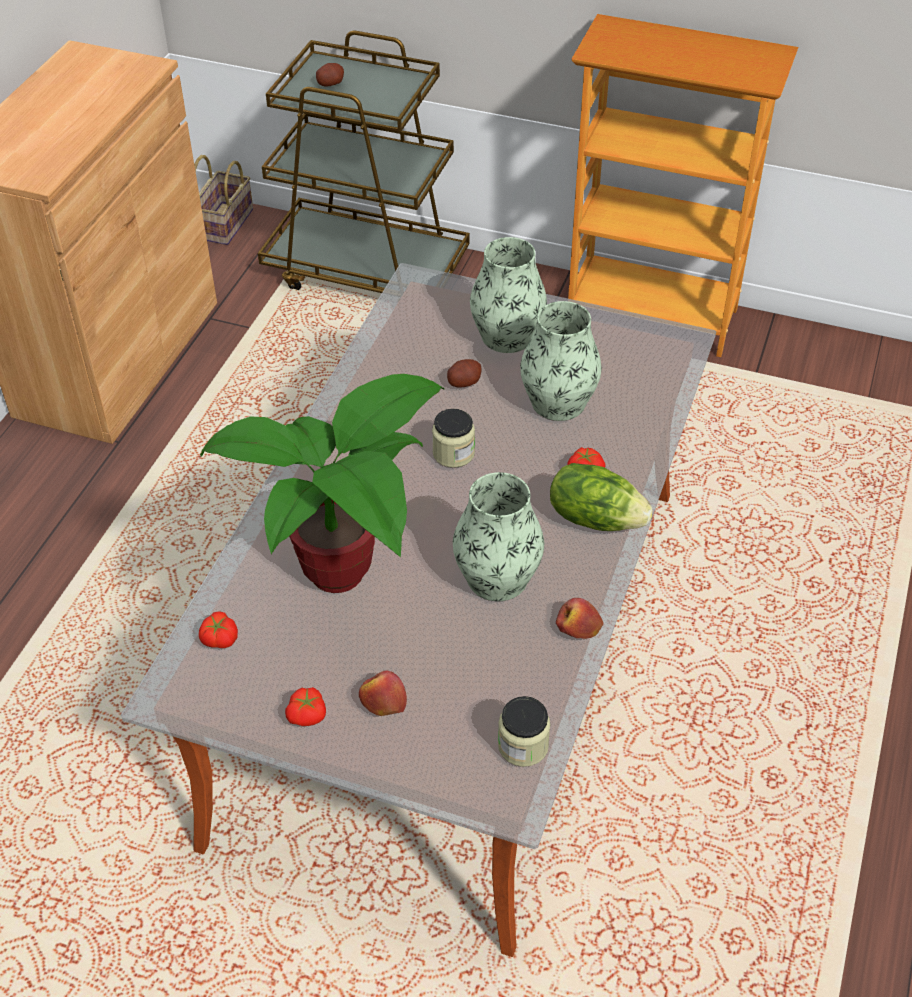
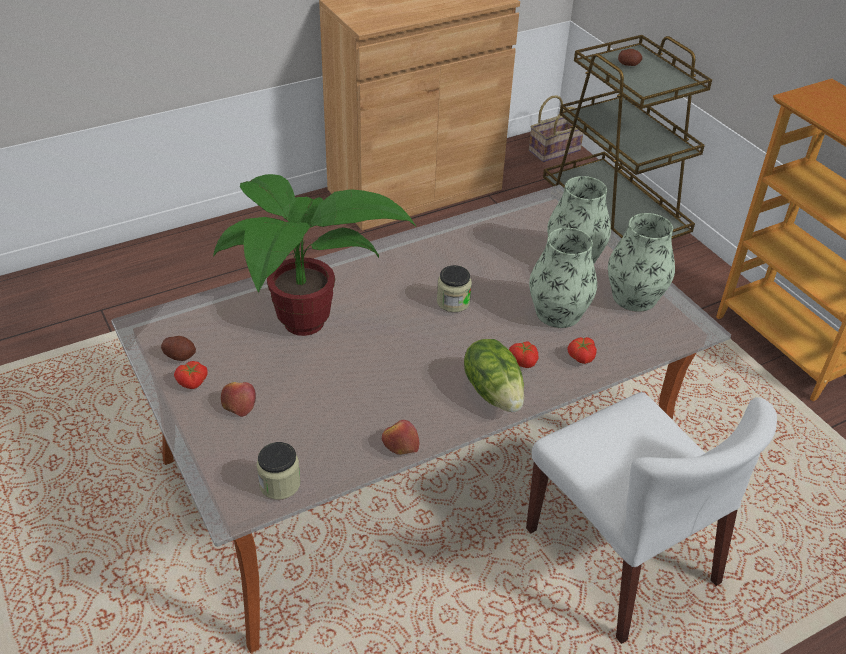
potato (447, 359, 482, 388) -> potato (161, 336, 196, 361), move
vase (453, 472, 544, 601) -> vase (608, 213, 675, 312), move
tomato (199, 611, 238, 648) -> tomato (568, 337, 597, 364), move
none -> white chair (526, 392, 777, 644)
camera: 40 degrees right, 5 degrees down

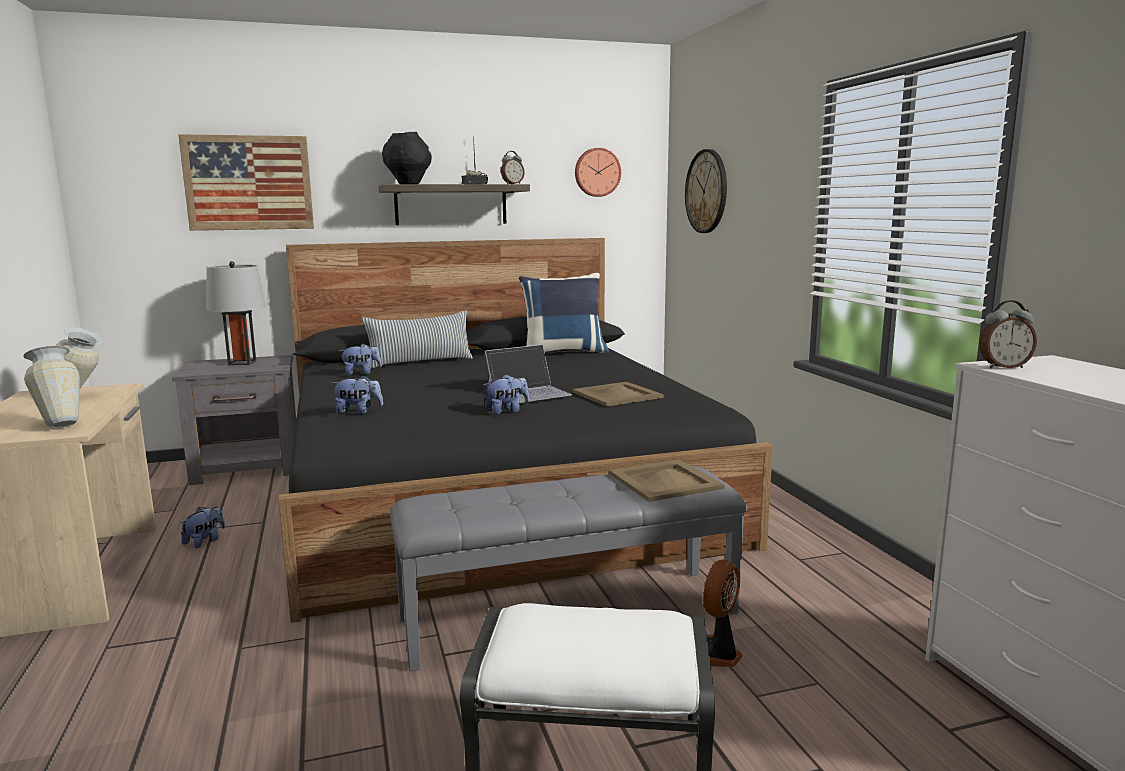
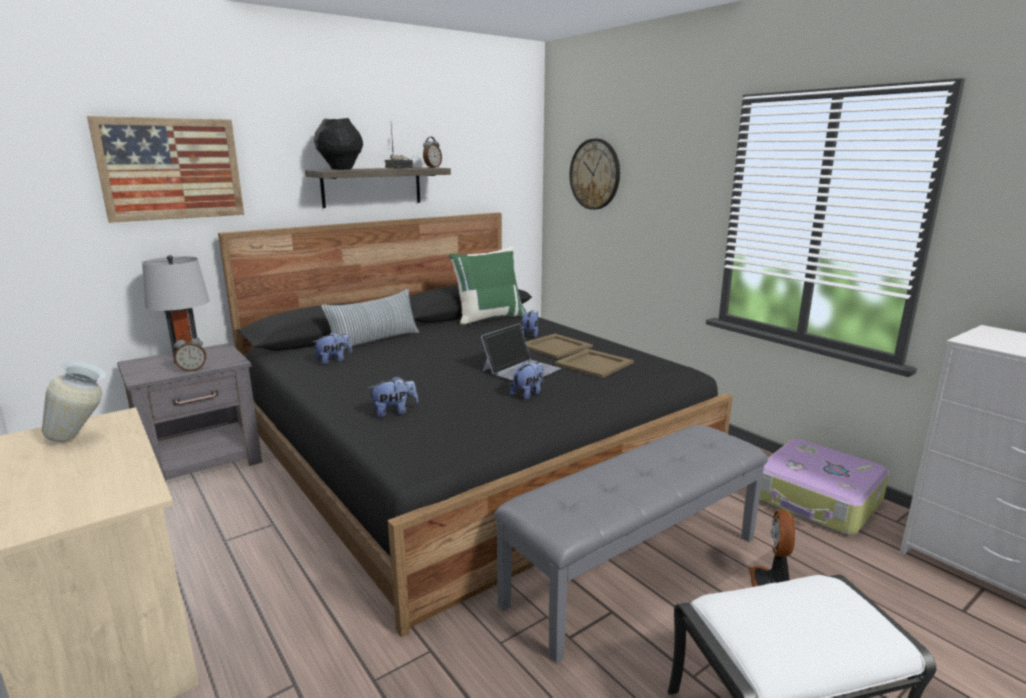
wall clock (575, 148, 621, 197) -> none
blue pillow (519, 273, 609, 353) -> green pillow (449, 247, 527, 326)
alarm clock (979, 300, 1037, 368) -> alarm clock (174, 334, 206, 372), move
vase (23, 346, 80, 428) -> none
beige tray (609, 459, 725, 502) -> beige tray (526, 334, 593, 359), move
plush toy (180, 507, 225, 548) -> plush toy (521, 310, 538, 338), move
none -> suitcase (759, 439, 889, 535)
camera: 20 degrees left, 5 degrees up

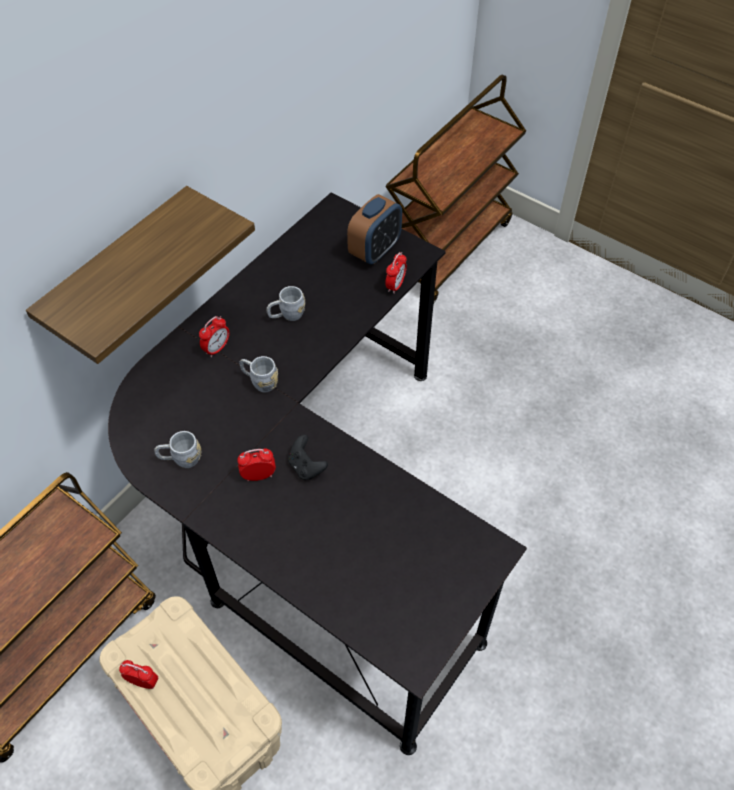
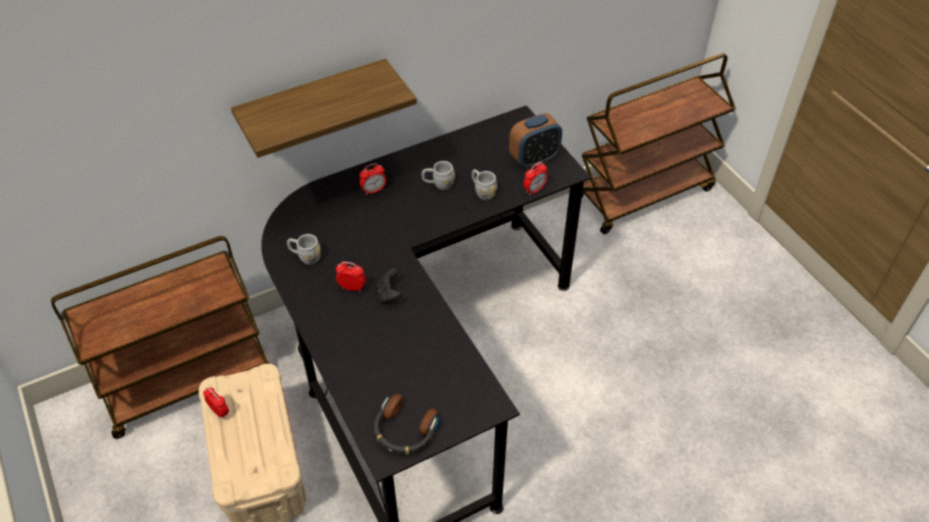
grey mug (239, 356, 278, 392) -> grey mug (472, 169, 497, 200), move
none -> headphones (374, 394, 440, 455)
camera: 25 degrees right, 5 degrees down

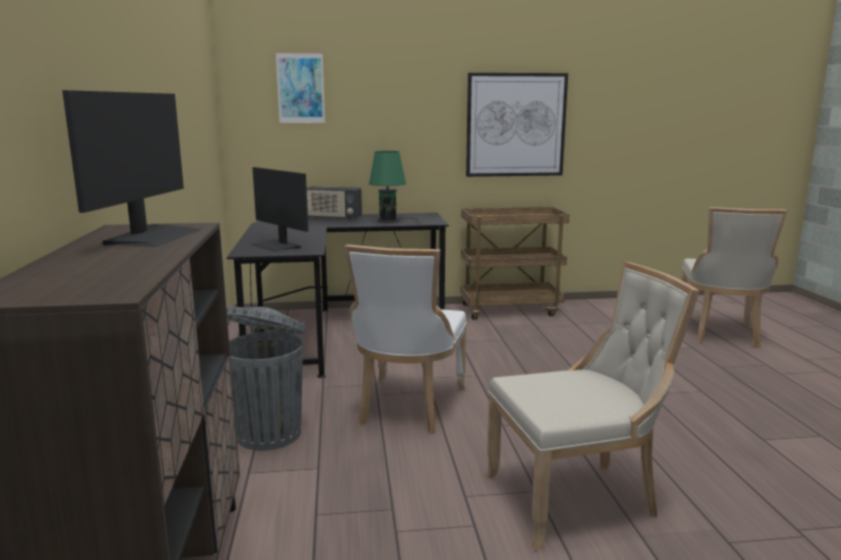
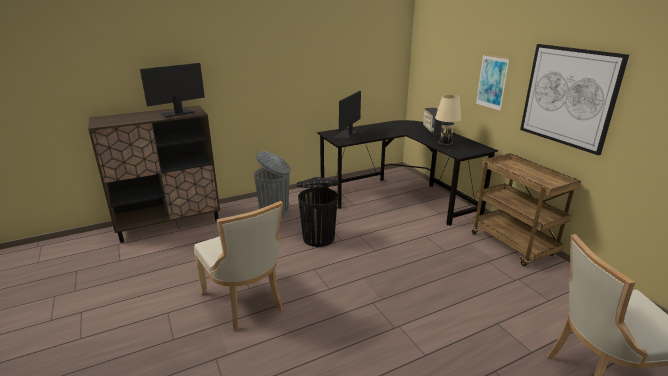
picture (276, 52, 325, 124) -> picture (476, 54, 510, 111), move
monitor (62, 90, 202, 247) -> monitor (140, 63, 205, 118), 150 degrees clockwise
green table lamp (369, 151, 418, 223) -> beige table lamp (435, 95, 463, 150)
white chair (345, 244, 467, 433) -> black trash can (297, 177, 339, 247)
camera: 70 degrees right, 10 degrees up

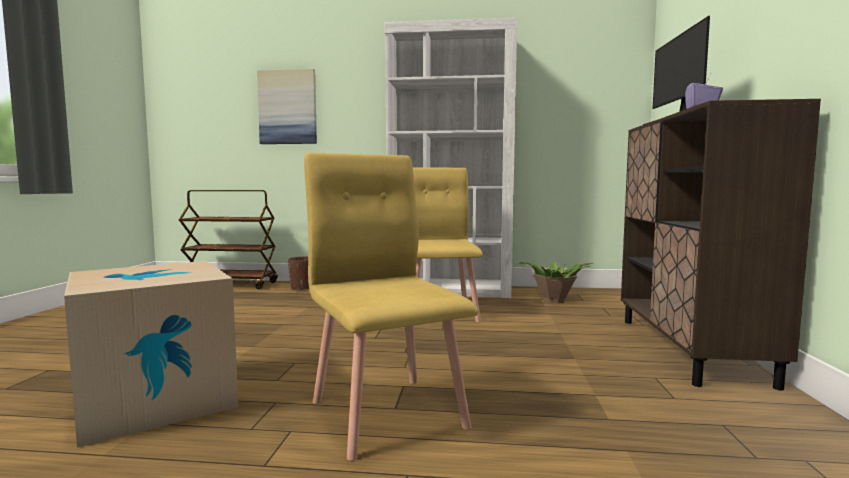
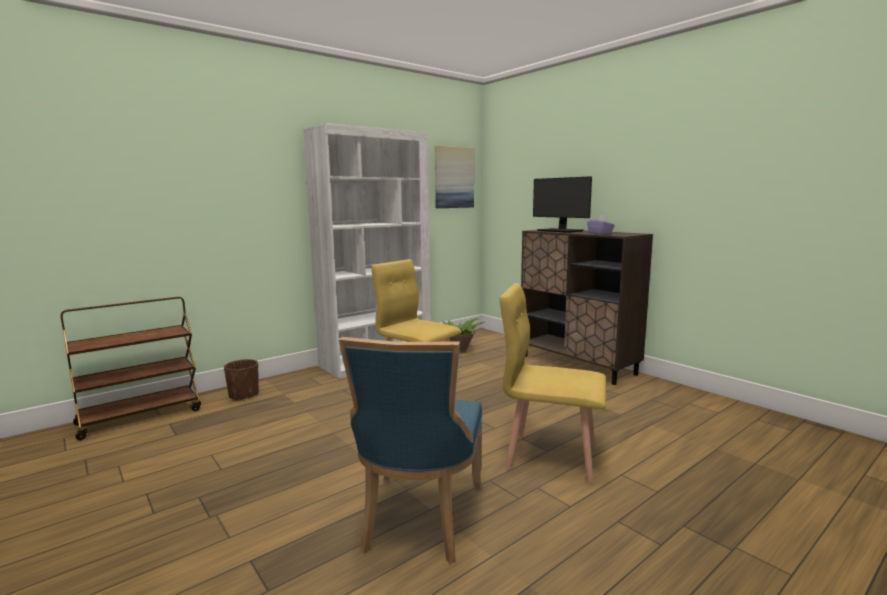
picture (257, 69, 317, 144) -> picture (435, 145, 474, 208), move
cardboard box (64, 261, 238, 448) -> blue chair (339, 337, 483, 564)
camera: 45 degrees left, 5 degrees up

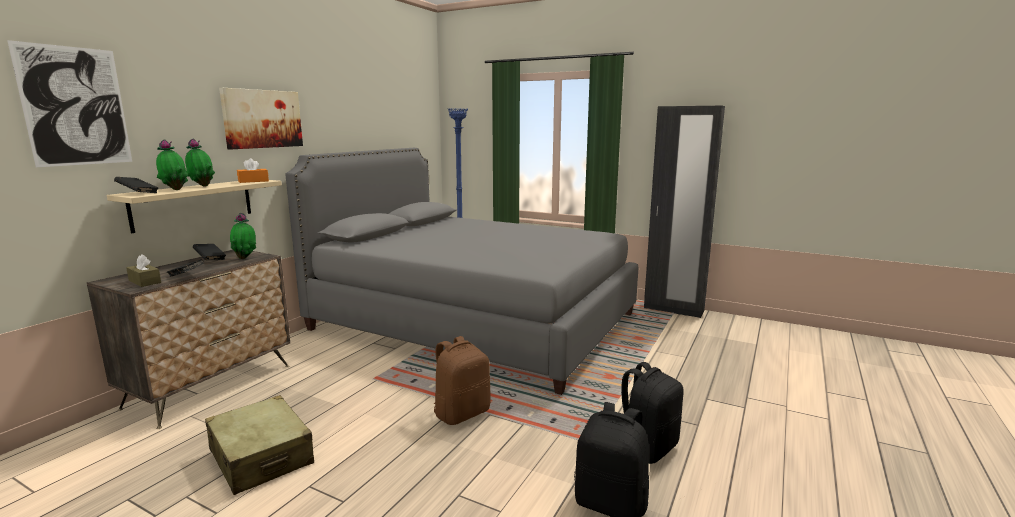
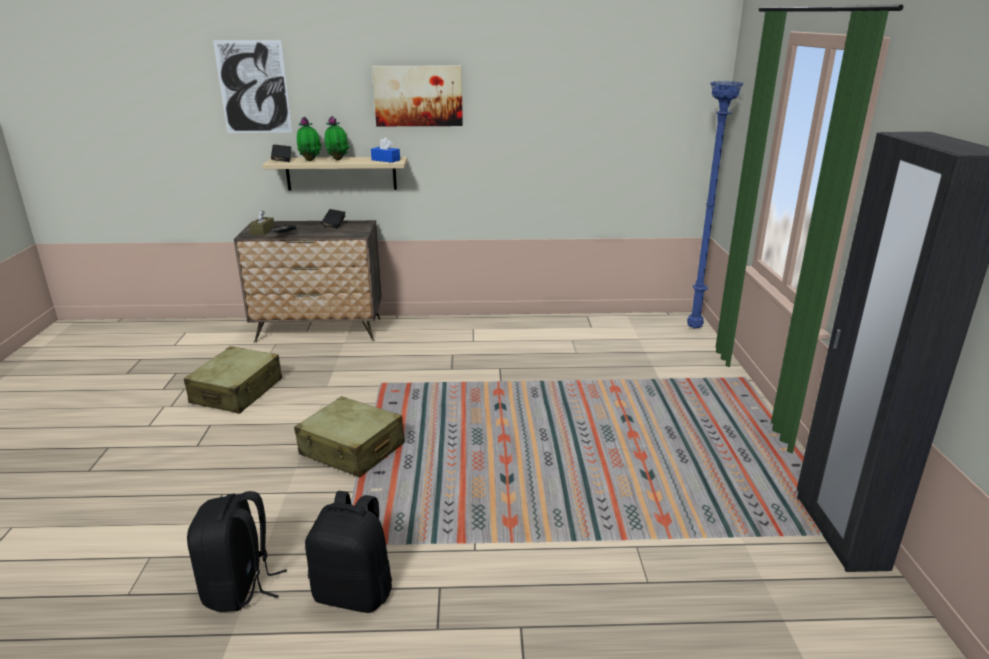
grey bed (285, 148, 639, 395) -> none
orange tissue box (237, 158, 269, 183) -> blue tissue box (371, 138, 400, 163)
potted plant (230, 213, 256, 259) -> none
brown backpack (433, 336, 491, 425) -> beige suitcase (294, 396, 405, 478)
camera: 60 degrees right, 10 degrees up

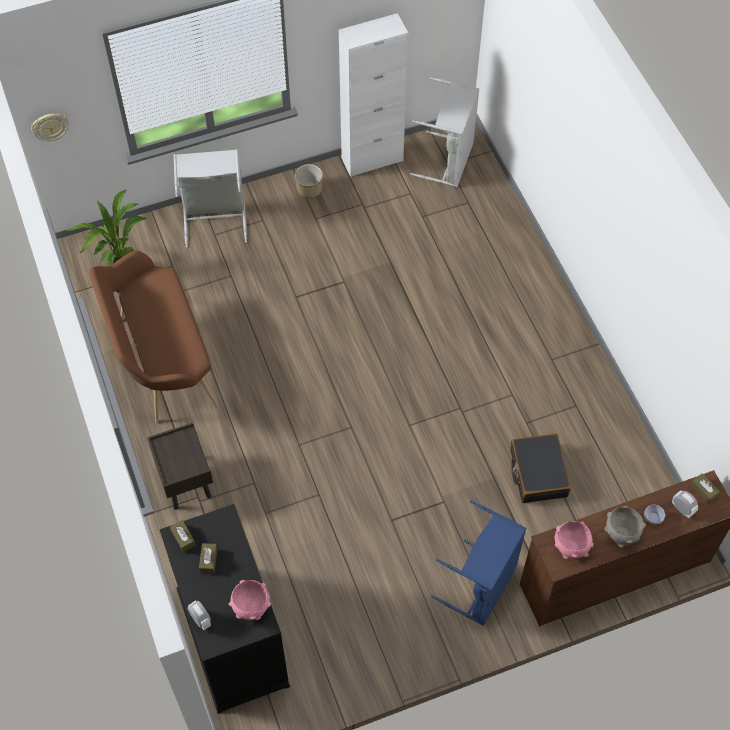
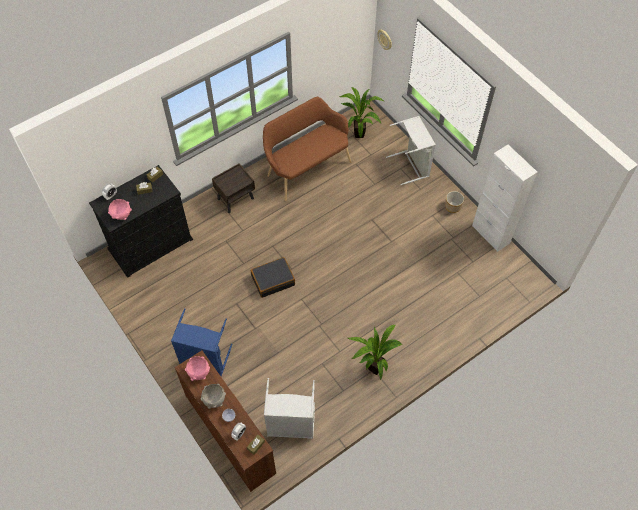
grey laundry basket (410, 77, 479, 187) -> grey laundry basket (264, 378, 315, 439), move
black suitcase (510, 434, 571, 503) -> black suitcase (251, 257, 295, 298), move
none -> potted plant (348, 325, 403, 381)
camera: 75 degrees right, 0 degrees up

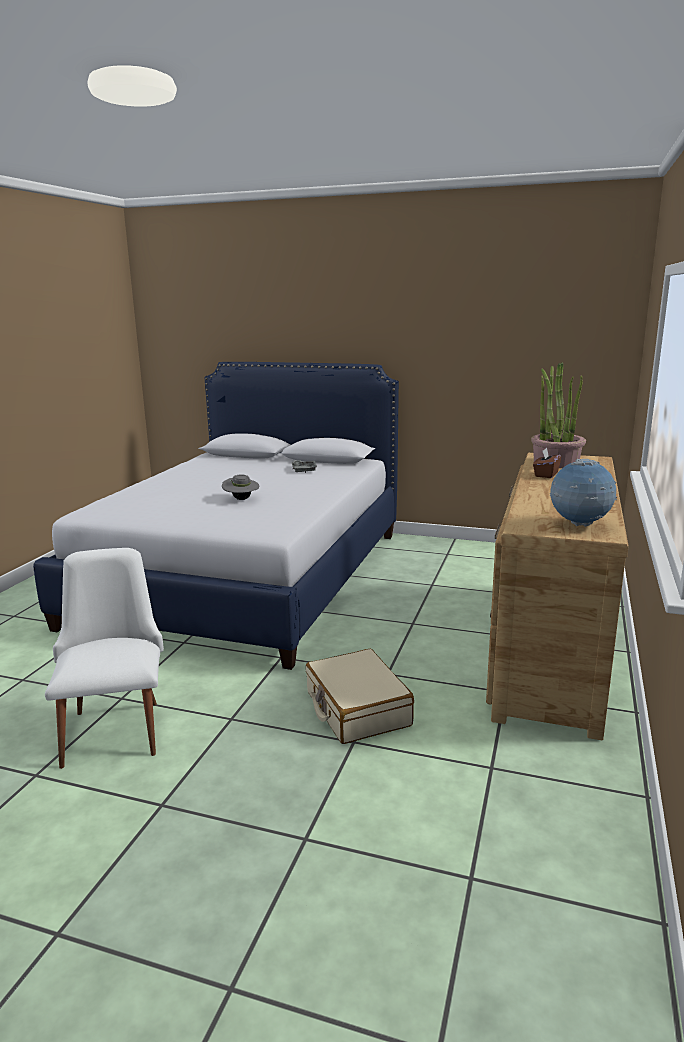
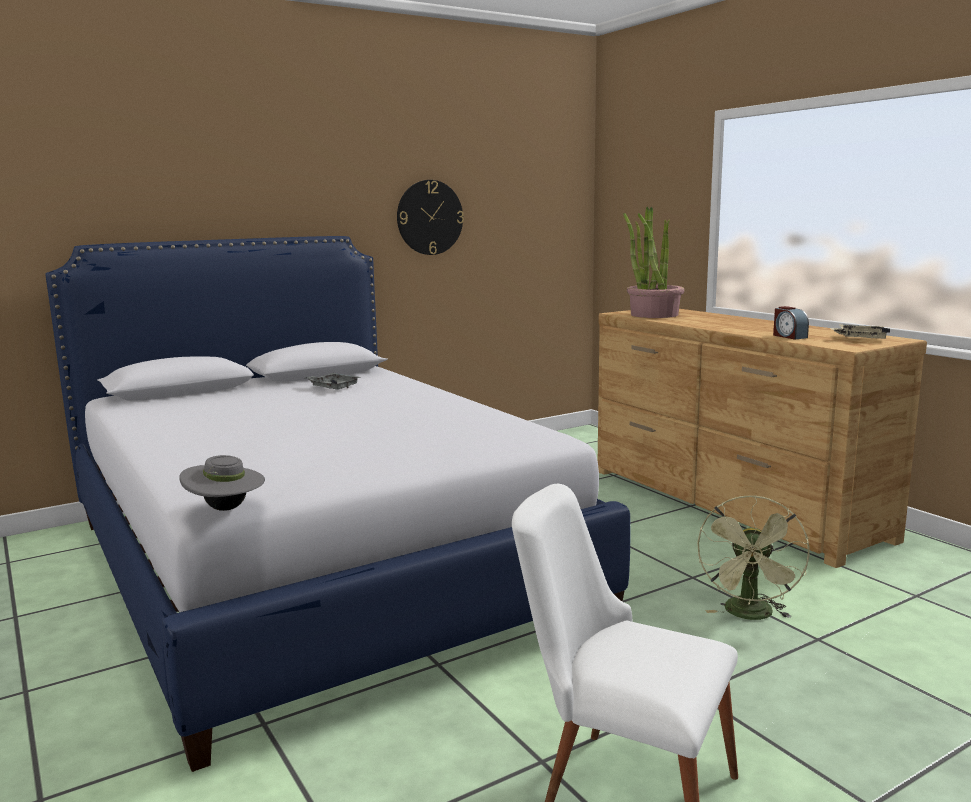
brown tissue box (533, 448, 561, 478) -> none
globe (550, 459, 617, 527) -> beige tray (830, 324, 890, 339)
grey hat (222, 474, 259, 500) -> grey hat (179, 455, 265, 511), move
beige suitcase (306, 649, 414, 744) -> green fan (697, 495, 809, 620)
none -> wall clock (397, 180, 464, 255)
none -> alarm clock (773, 306, 809, 339)
camera: 50 degrees left, 5 degrees down

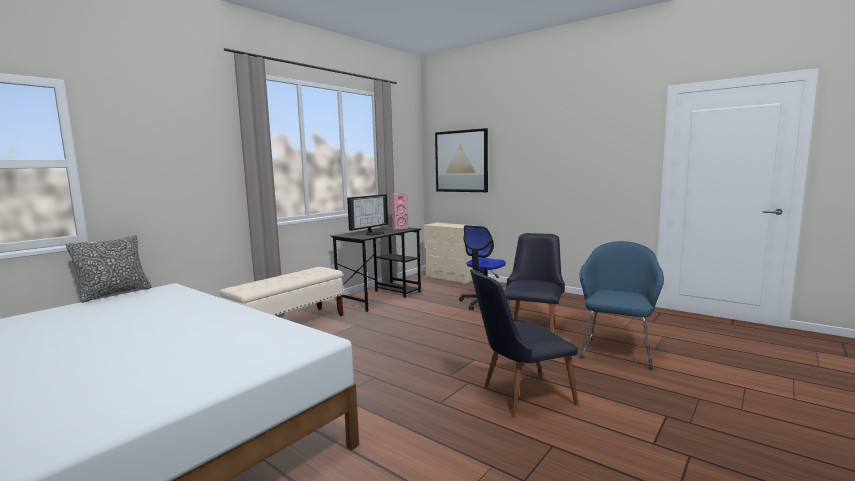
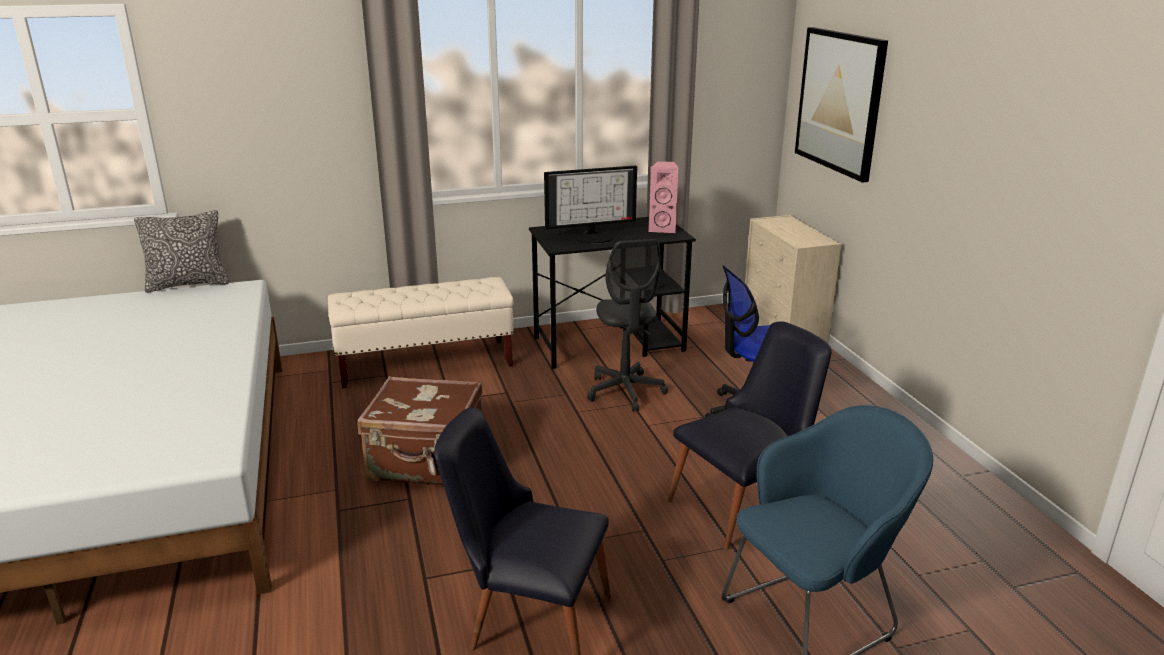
none -> grey office chair (587, 239, 668, 411)
none -> brown suitcase (357, 376, 482, 485)
camera: 35 degrees right, 15 degrees up

